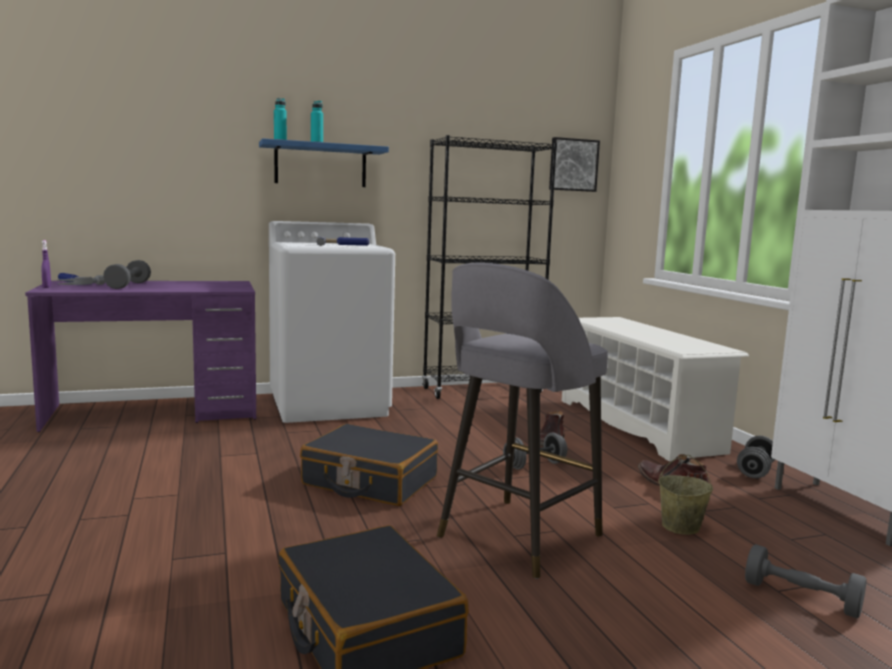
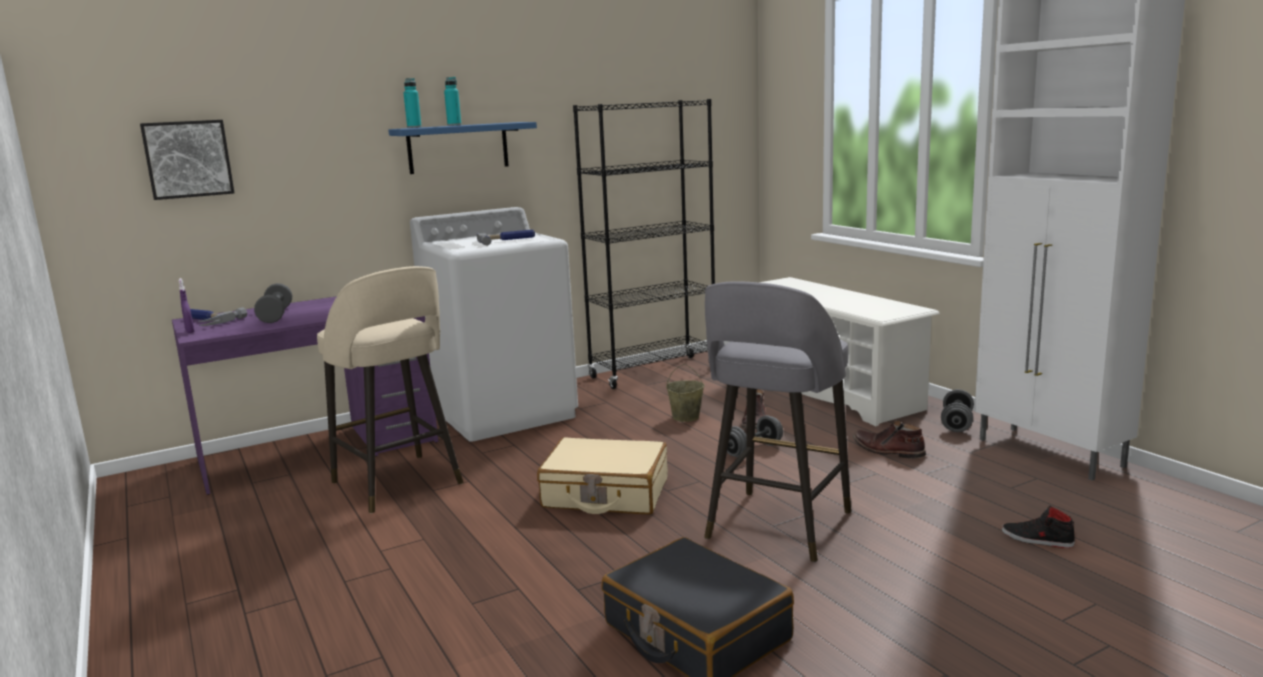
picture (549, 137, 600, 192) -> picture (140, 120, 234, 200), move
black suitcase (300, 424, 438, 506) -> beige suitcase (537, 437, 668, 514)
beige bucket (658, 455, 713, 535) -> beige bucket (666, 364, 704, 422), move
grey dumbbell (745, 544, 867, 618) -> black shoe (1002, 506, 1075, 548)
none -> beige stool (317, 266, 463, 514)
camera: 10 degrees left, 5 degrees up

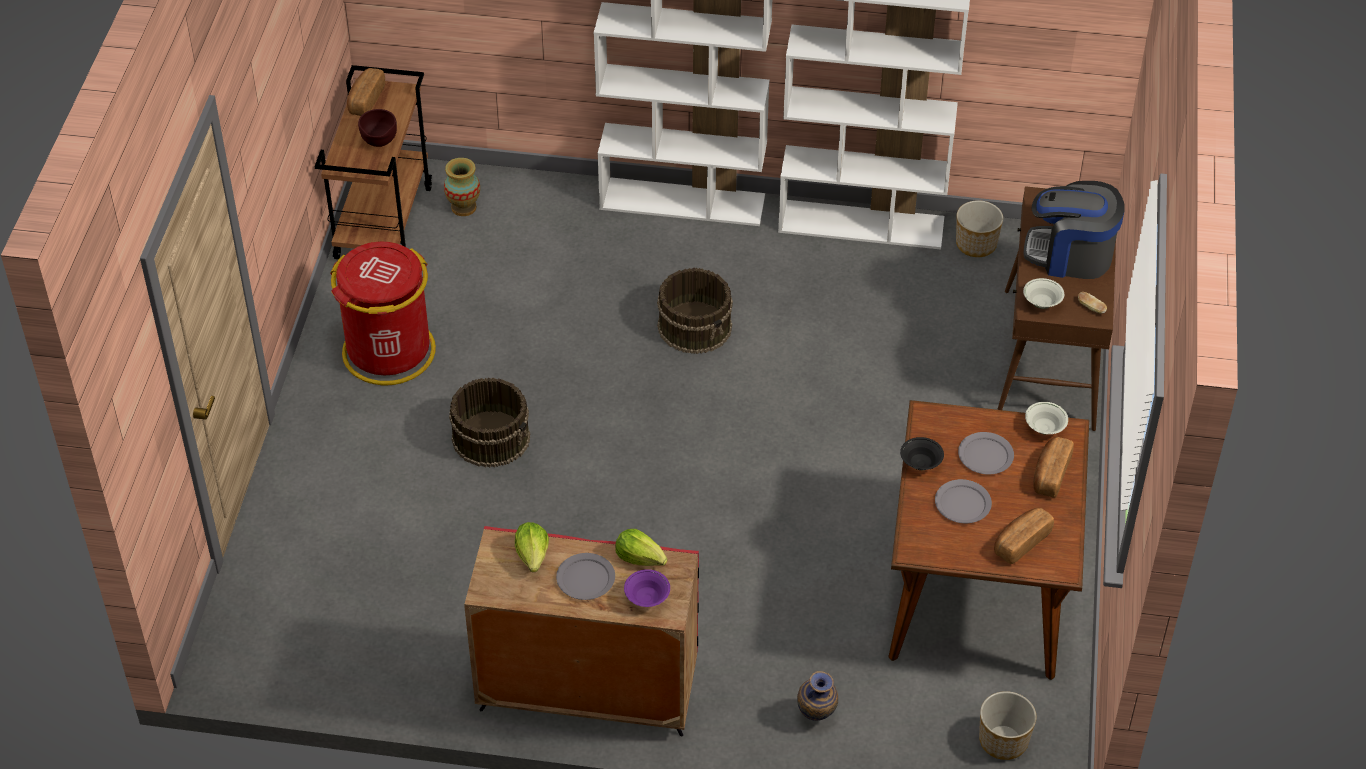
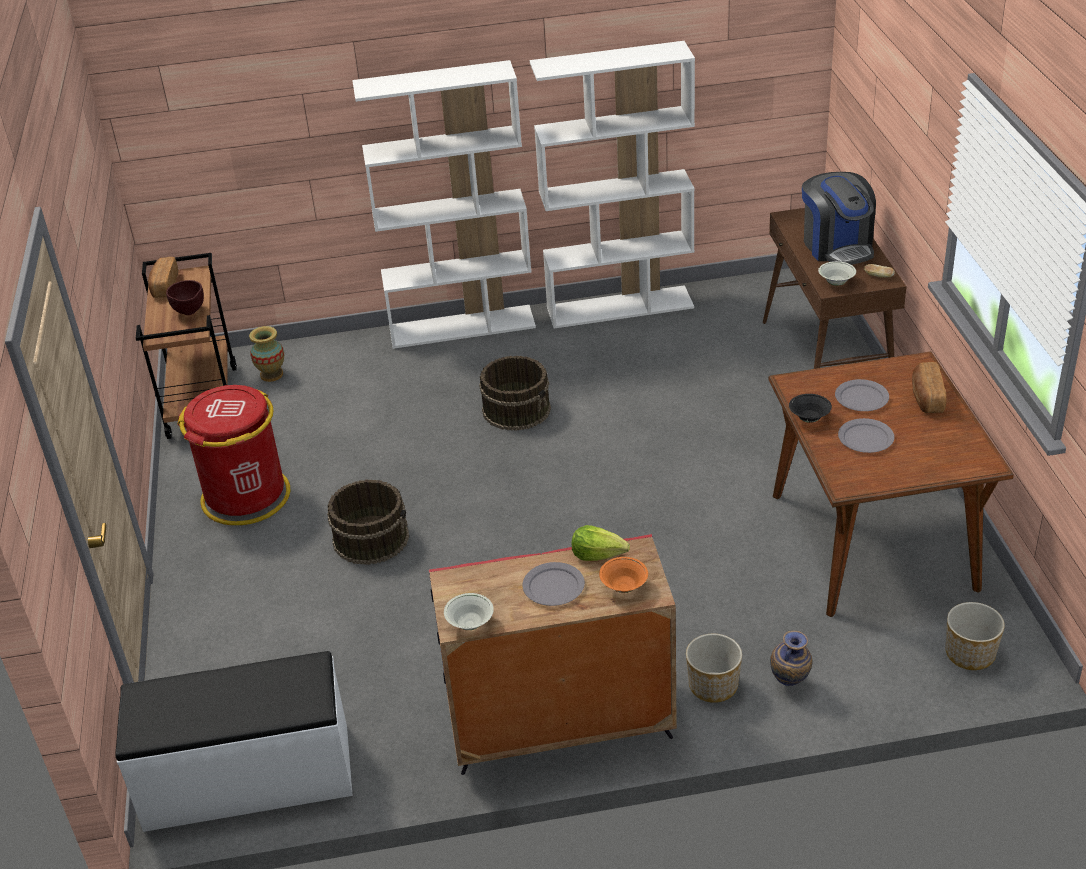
coffee machine (1023, 181, 1125, 279) -> coffee machine (802, 172, 876, 265), 105 degrees counterclockwise
planter (956, 200, 1003, 257) -> planter (686, 634, 742, 703), move
white bowl (1025, 402, 1068, 435) -> white bowl (444, 593, 494, 630), move
bread (994, 508, 1054, 564) -> none
lettuce (515, 522, 549, 572) -> none
purple bowl (624, 569, 670, 607) -> orange bowl (599, 557, 648, 593)
none -> white bench (115, 651, 353, 832)
camera: 15 degrees left, 10 degrees down

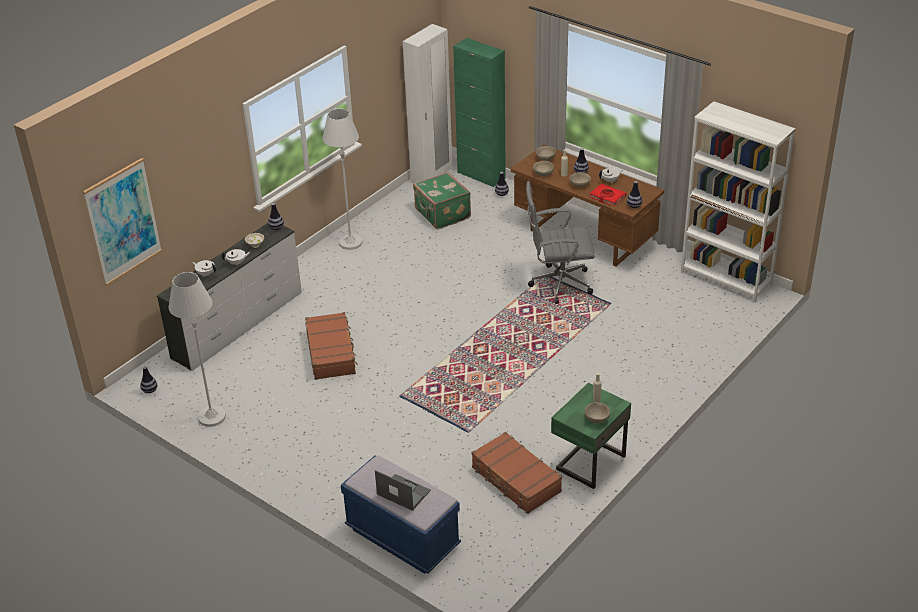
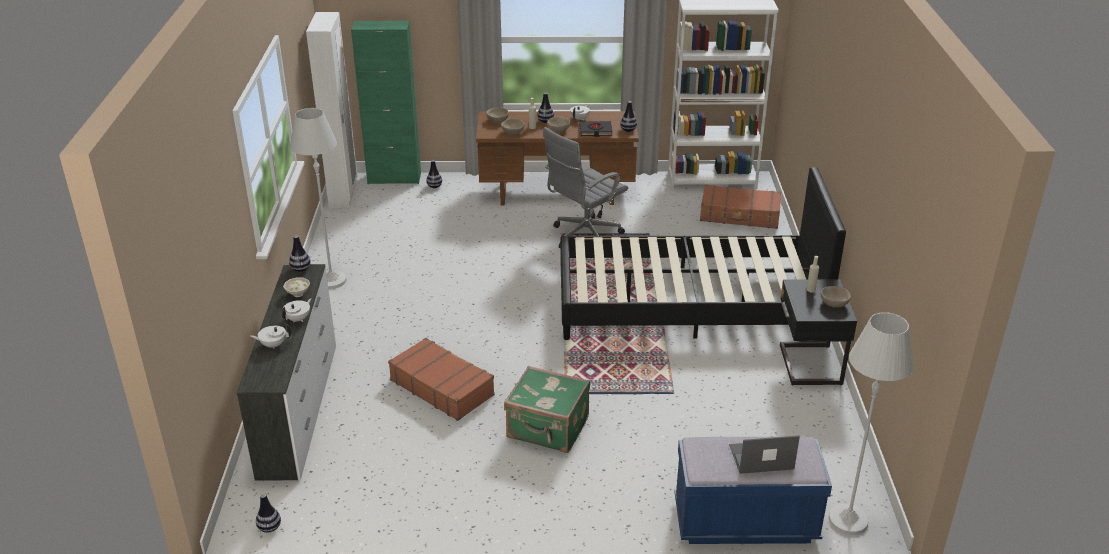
picture (83, 158, 162, 286) -> none
green suitcase (413, 172, 471, 229) -> green suitcase (504, 366, 590, 453), move
red book (589, 183, 626, 206) -> black book (579, 121, 613, 137)
white floor lamp (169, 272, 226, 427) -> white floor lamp (829, 312, 914, 535), move
green nightstand (551, 383, 631, 489) -> black nightstand (780, 279, 857, 386)
brown suitcase (472, 432, 562, 514) -> brown suitcase (700, 184, 781, 229), move
none -> black bed (560, 167, 846, 340)
camera: 40 degrees left, 5 degrees down

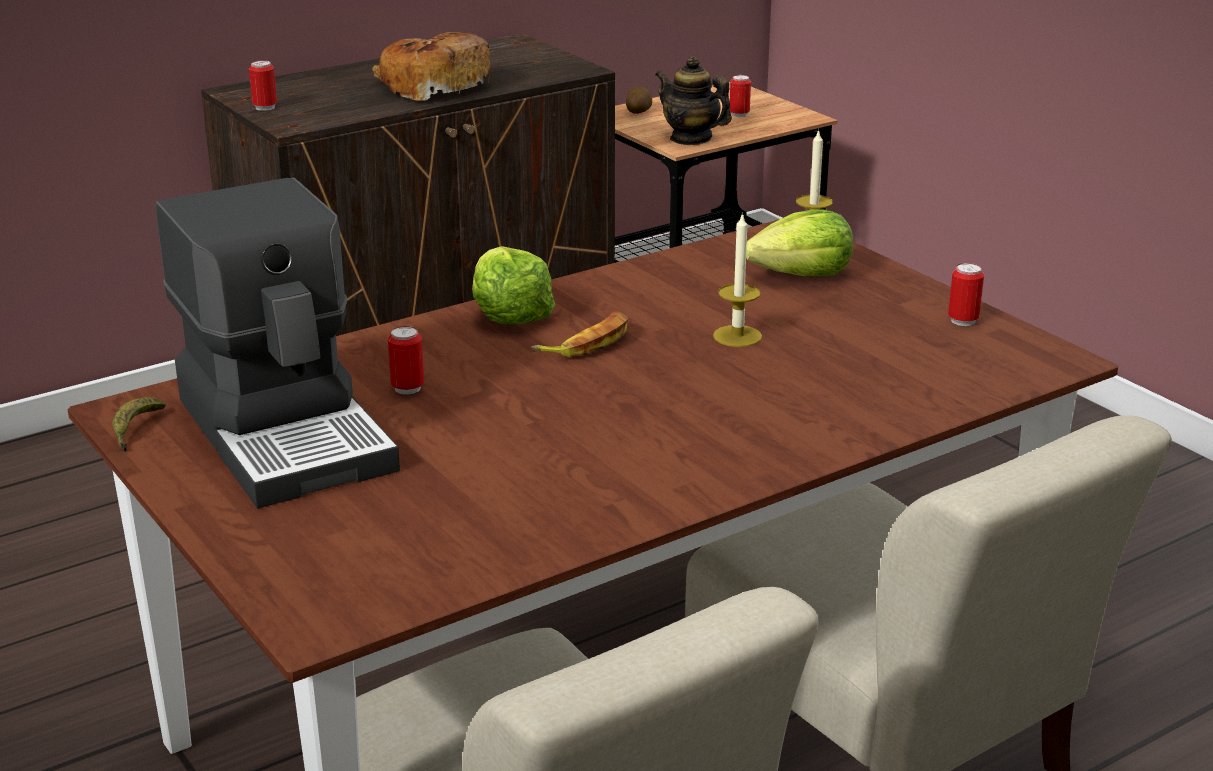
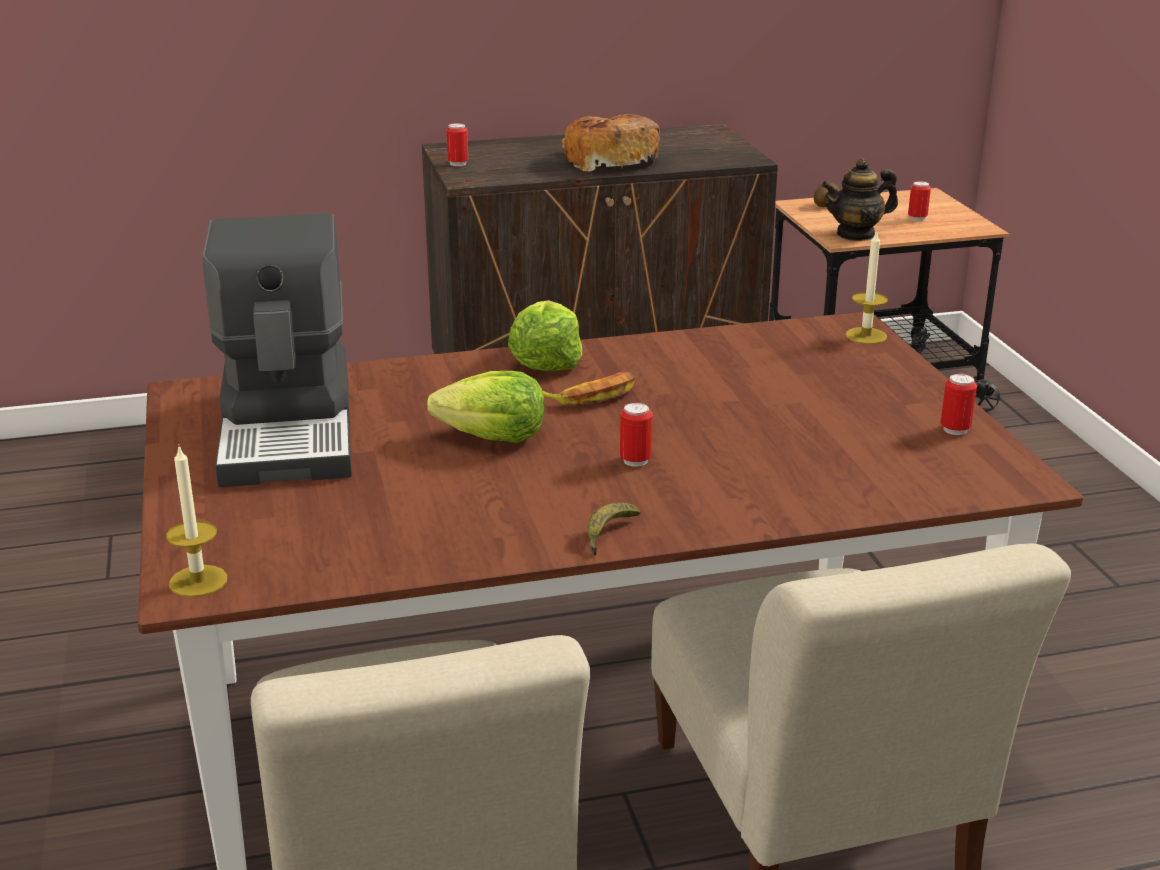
teapot (655, 56, 732, 145) -> teapot (822, 158, 898, 241), 75 degrees counterclockwise
lettuce (746, 210, 853, 276) -> lettuce (427, 371, 545, 443), move
candle (713, 212, 762, 347) -> candle (166, 444, 227, 597), move
can (388, 326, 424, 395) -> can (620, 402, 652, 467), move
banana (113, 397, 166, 452) -> banana (587, 503, 641, 556), move
camera: 20 degrees right, 0 degrees up

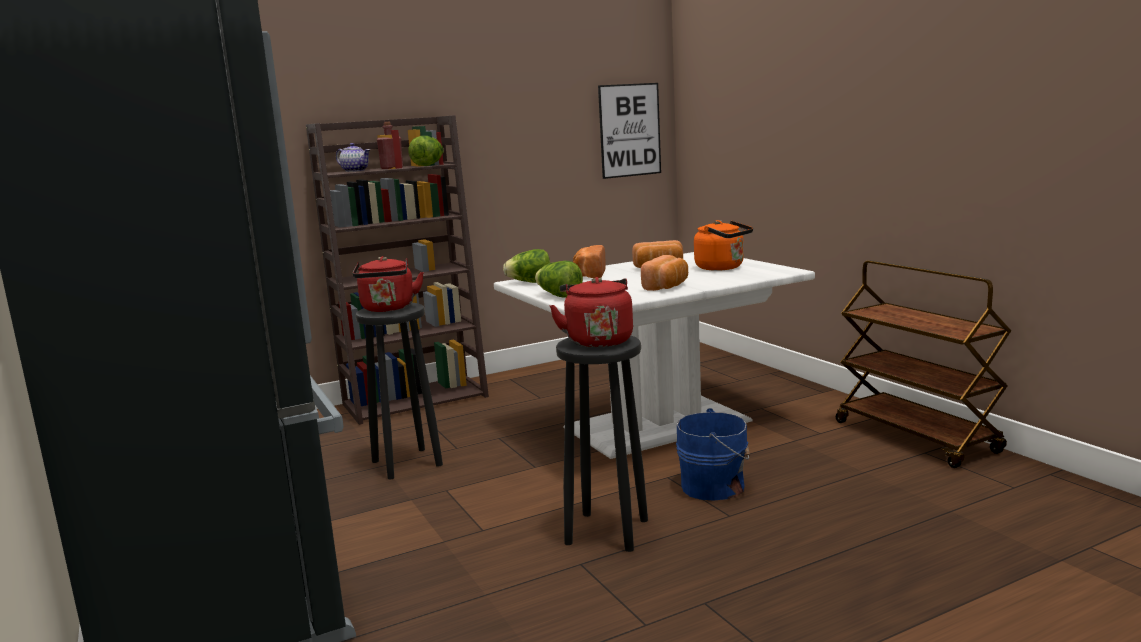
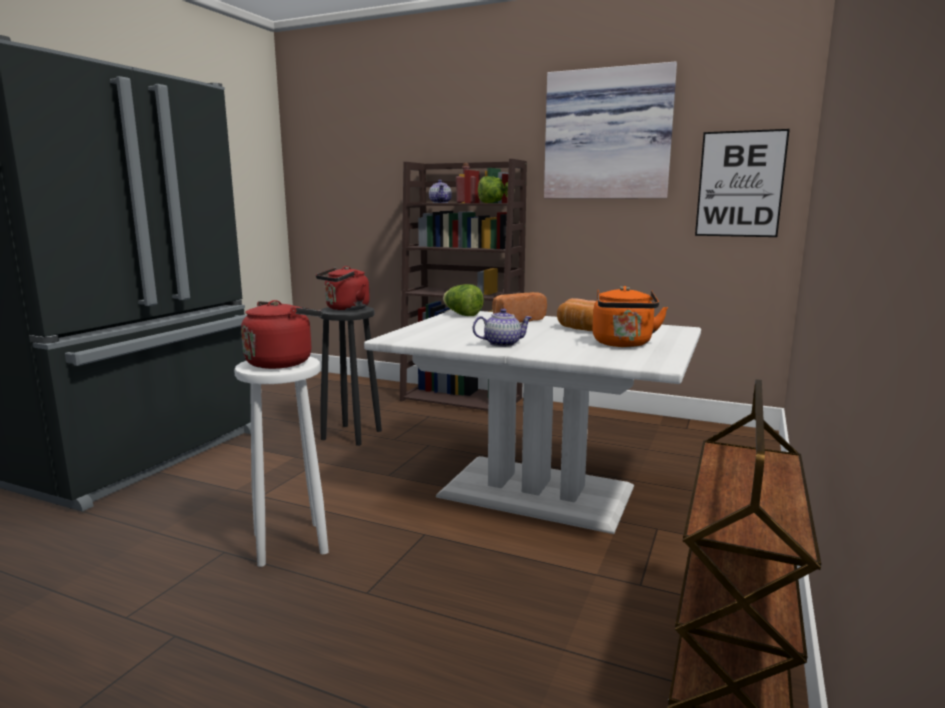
bread (641, 255, 688, 291) -> teapot (473, 309, 533, 347)
lettuce (535, 261, 583, 298) -> none
black stool (556, 336, 648, 552) -> white stool (234, 356, 329, 567)
blue bucket (676, 408, 750, 500) -> none
none -> picture (544, 61, 677, 199)
camera: 50 degrees right, 0 degrees up

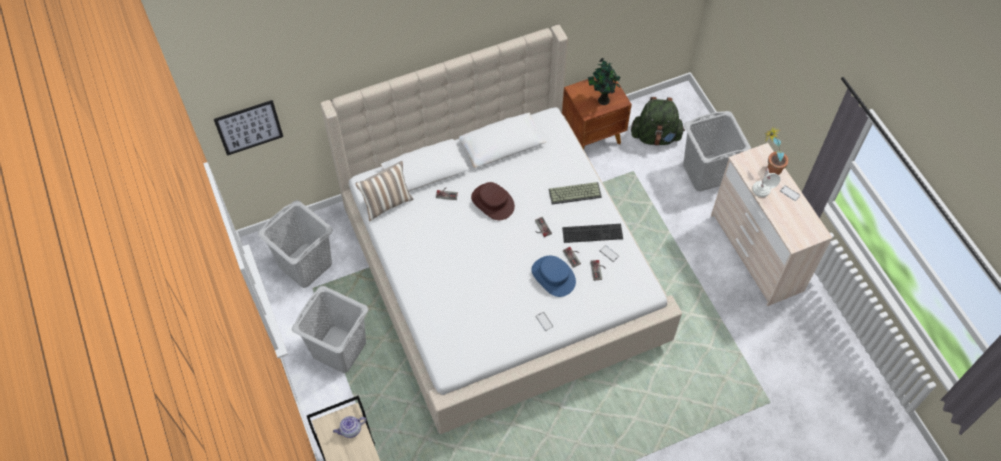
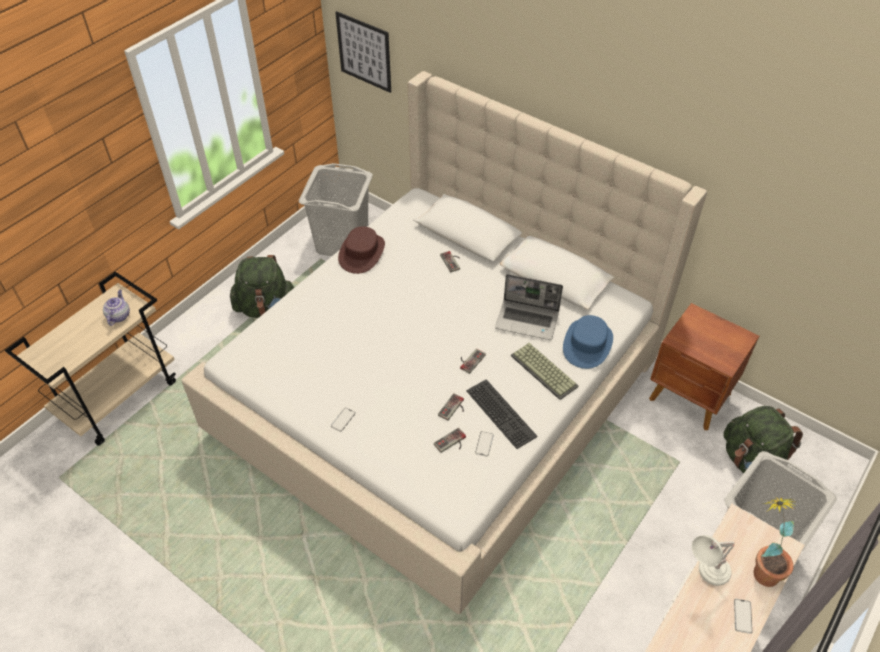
potted plant (588, 58, 621, 105) -> none
pillow (355, 161, 413, 221) -> none
brown hat (471, 182, 515, 220) -> brown hat (338, 226, 385, 274), move
blue hat (531, 256, 576, 297) -> blue hat (563, 315, 613, 369), move
grey laundry basket (292, 286, 368, 373) -> green backpack (230, 255, 294, 318)
teapot (333, 416, 366, 438) -> teapot (103, 290, 130, 326), 60 degrees clockwise
none -> laptop (495, 274, 563, 340)
camera: 60 degrees right, 10 degrees down

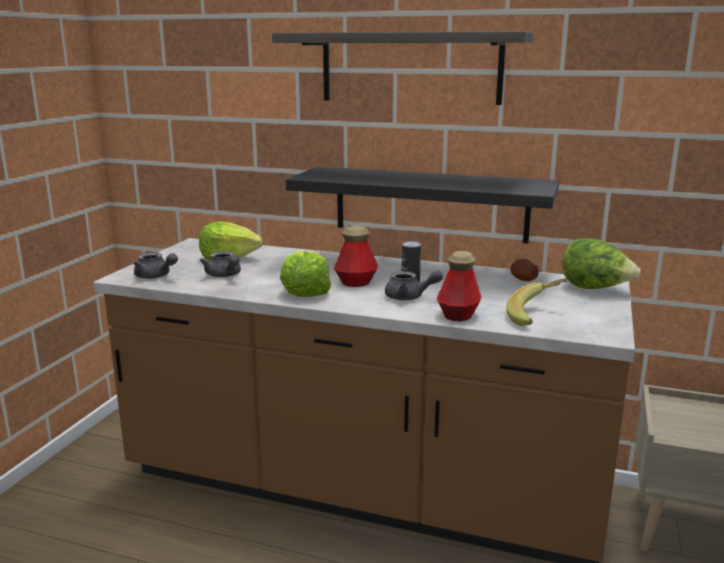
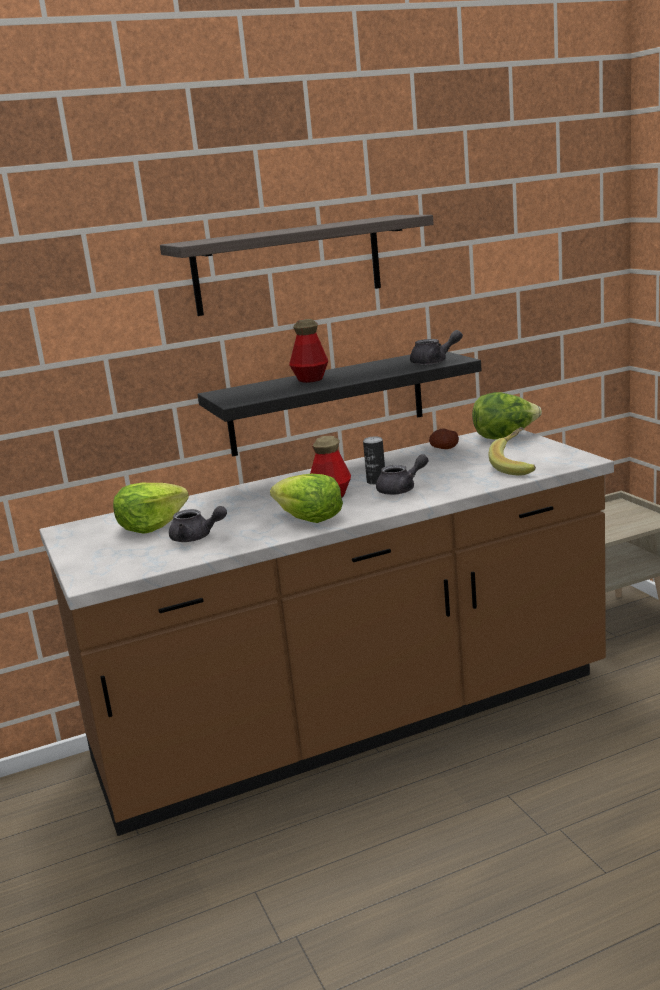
bottle (437, 251, 481, 321) -> bottle (289, 319, 328, 383), move
grey teapot (134, 253, 178, 279) -> grey teapot (410, 330, 463, 365), move
camera: 40 degrees left, 0 degrees up

